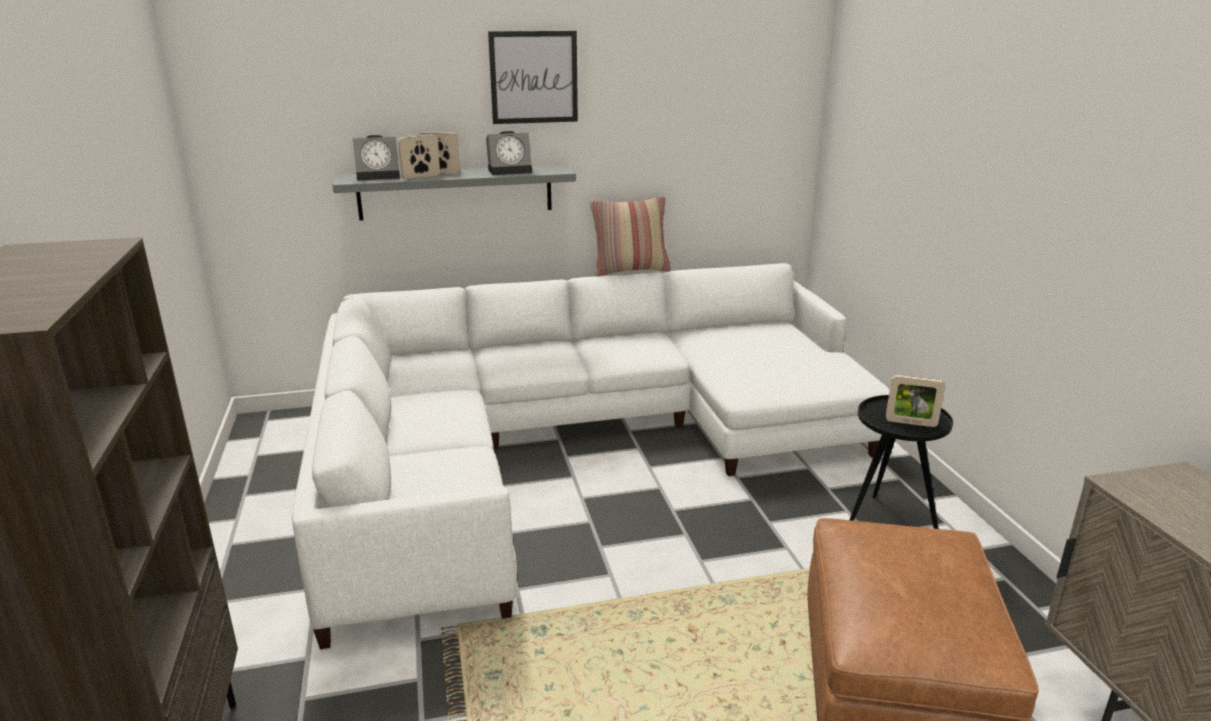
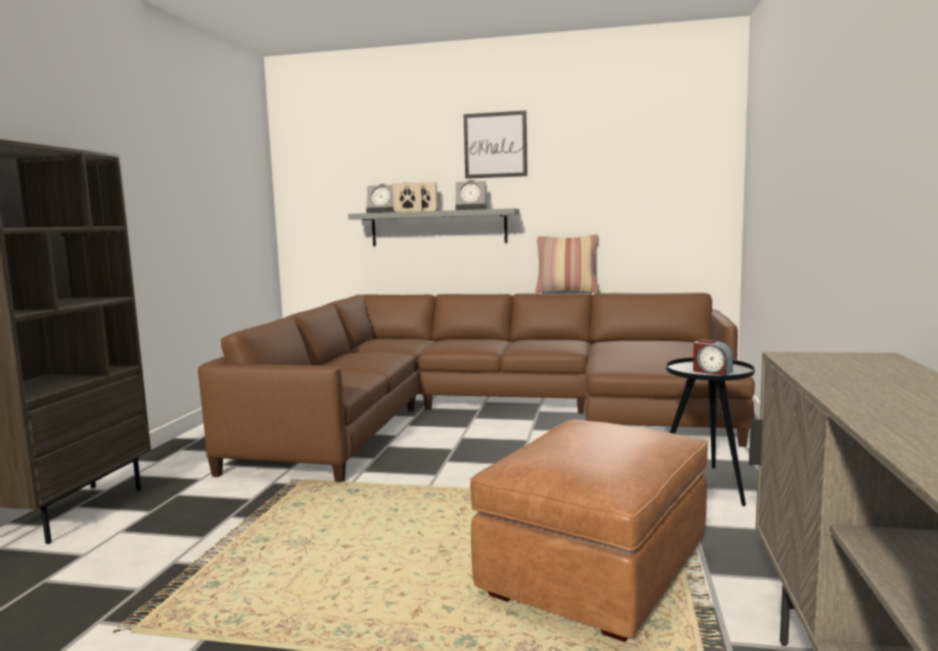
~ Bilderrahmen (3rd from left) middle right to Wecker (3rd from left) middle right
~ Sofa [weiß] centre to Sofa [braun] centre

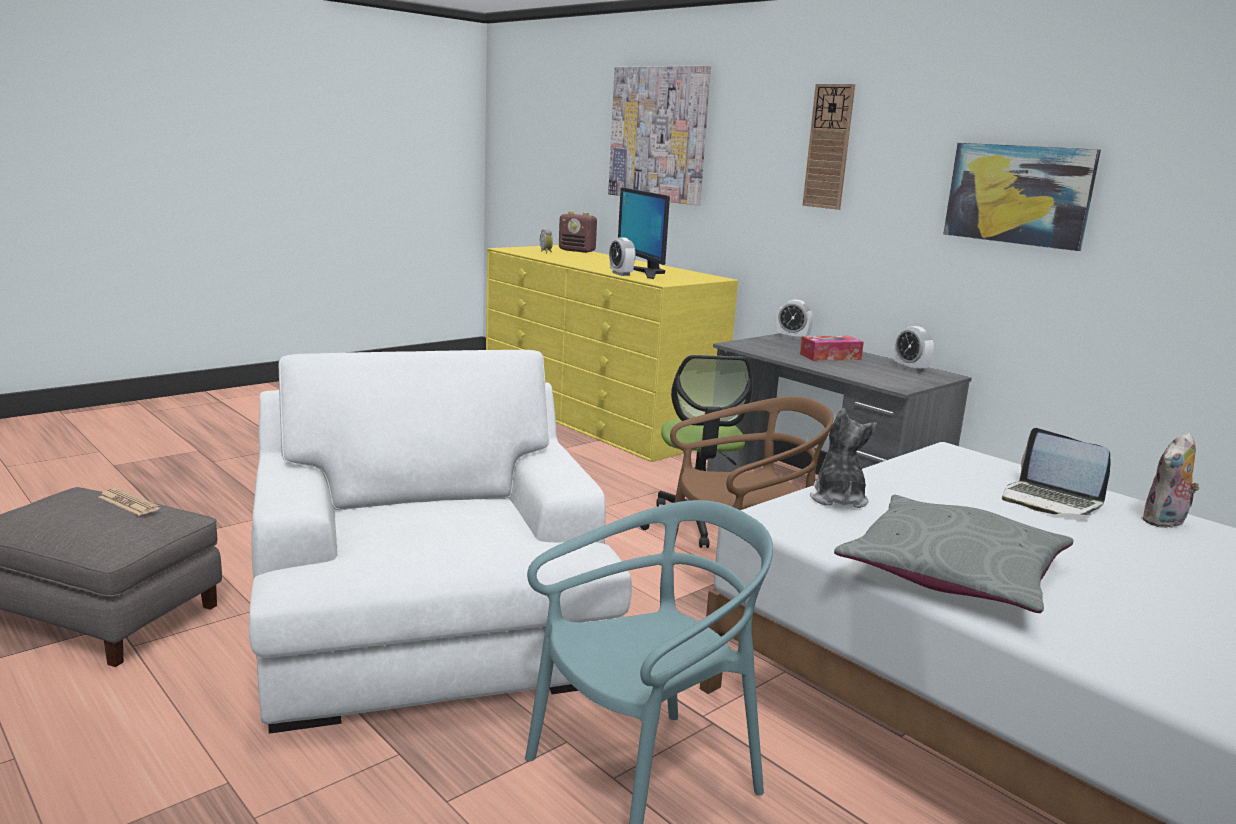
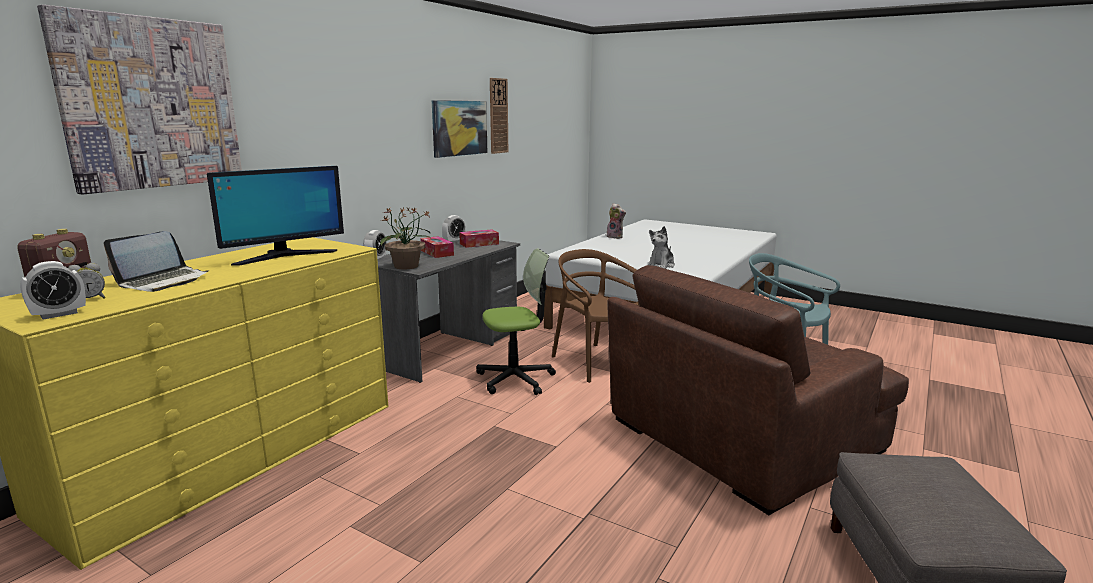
- Zeitung middle left
- Kissen [grau] bottom right
+ Topfpflanze centre
+ Taschentuchbox (2nd from left) centre
~ Wecker (2nd from left in the first image) top centre to Wecker (1st from left) middle left
~ Wanduhr top right to top centre
~ Laptop middle right to middle left
~ Sessel [weiß] centre to Sessel [braun] bottom right
~ Plüschtier (1st from left in the first image) middle right = centre 45 degrees counterclockwise

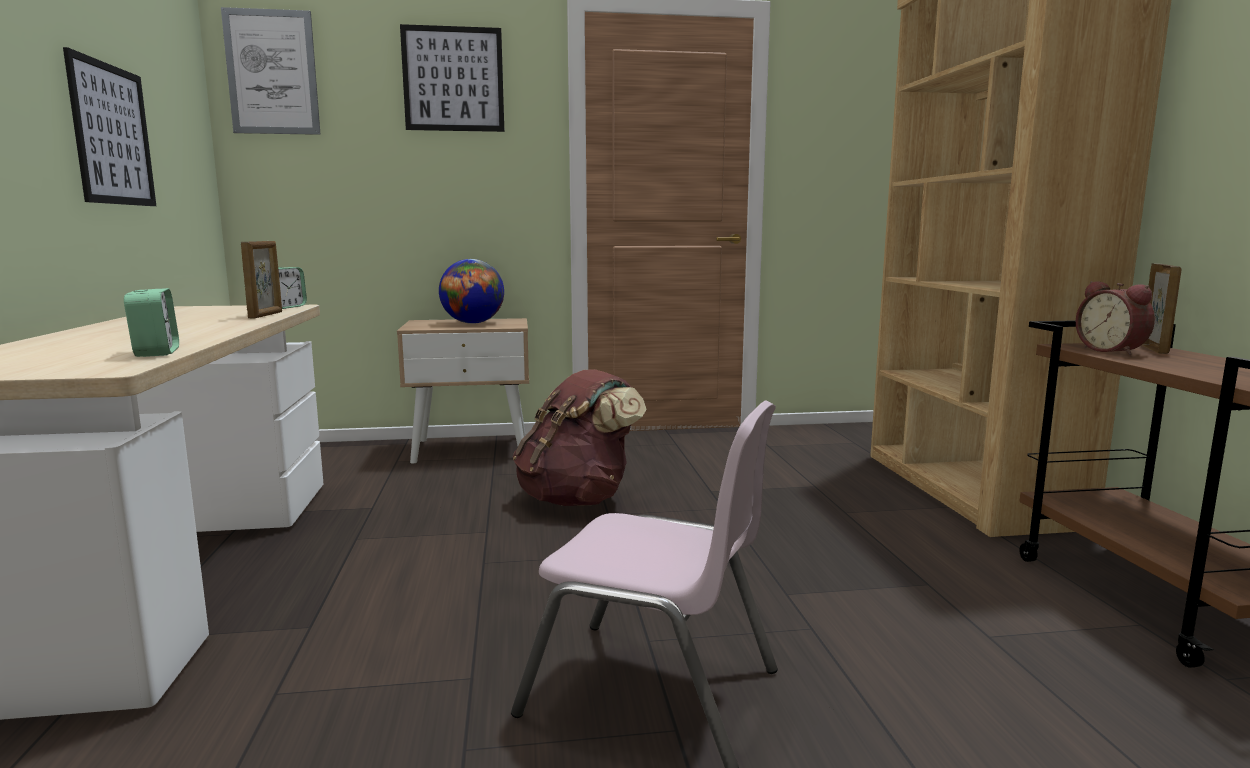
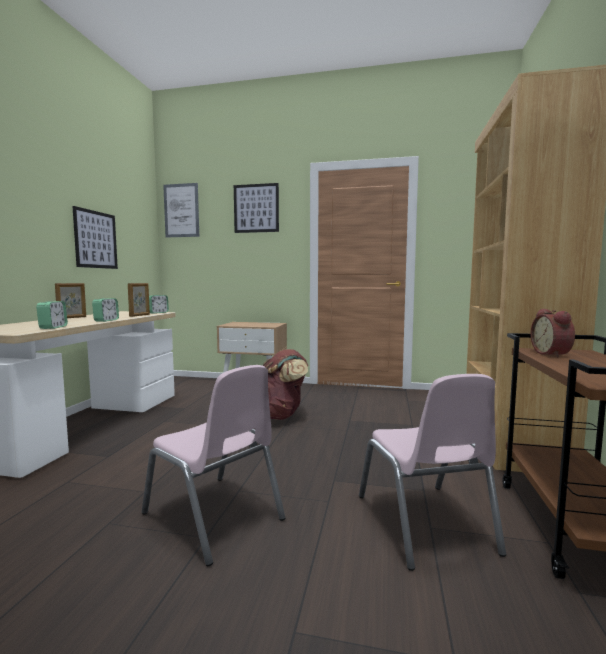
- Globus centre
+ Wecker (2nd from left) middle left
+ Stuhl [rosa] (2nd from left) bottom right
~ Bilderrahmen (2nd from left in the first image) middle right to Bilderrahmen (1st from left) middle left

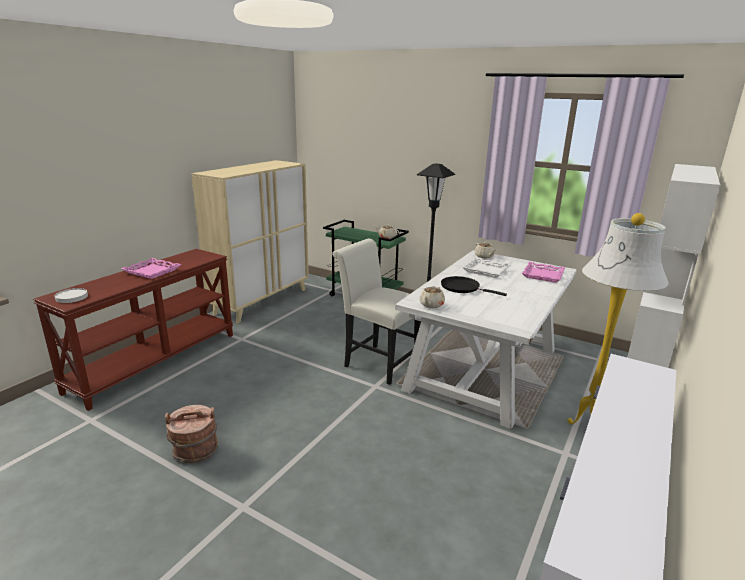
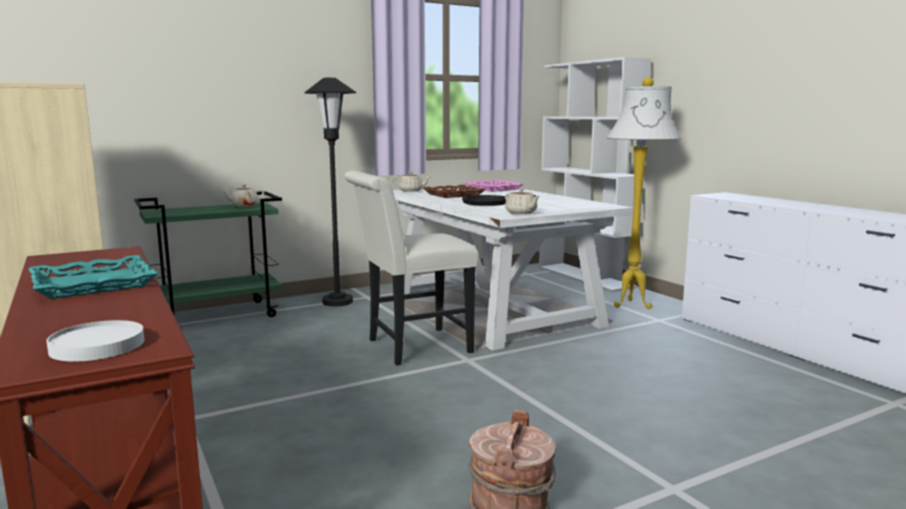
~ Tablett [rosa] (1st from left) middle left to Tablett [türkis] middle left
~ Tablett [weiß] centre to Tablett [braun] centre

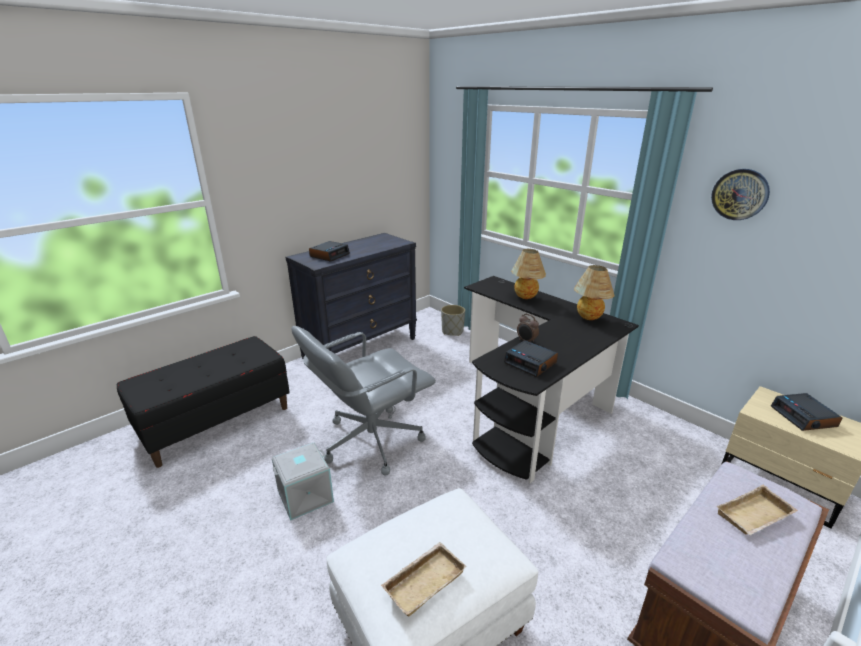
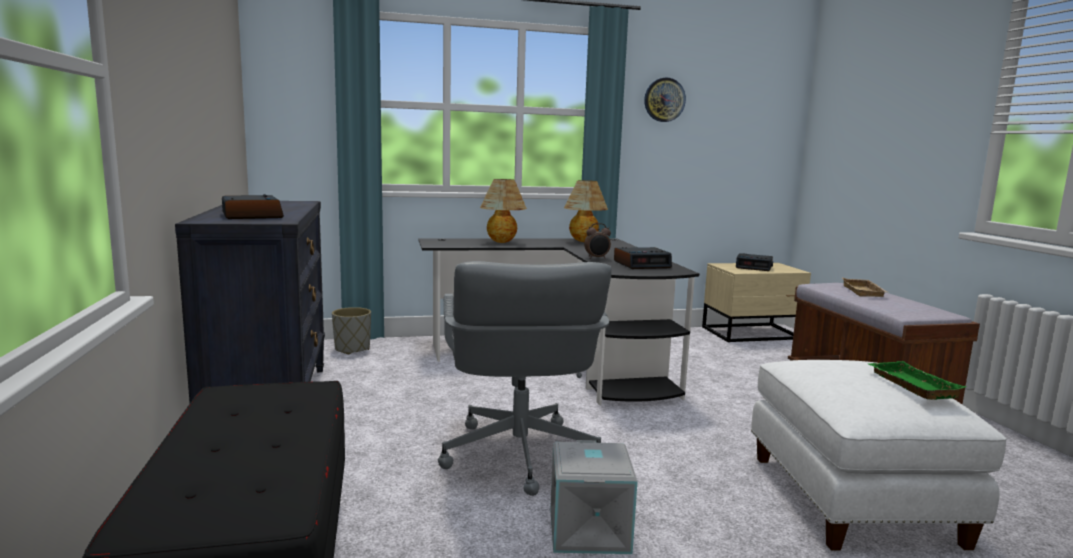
~ Tablett [beige] (1st from left) bottom centre to Tablett [grün] bottom right

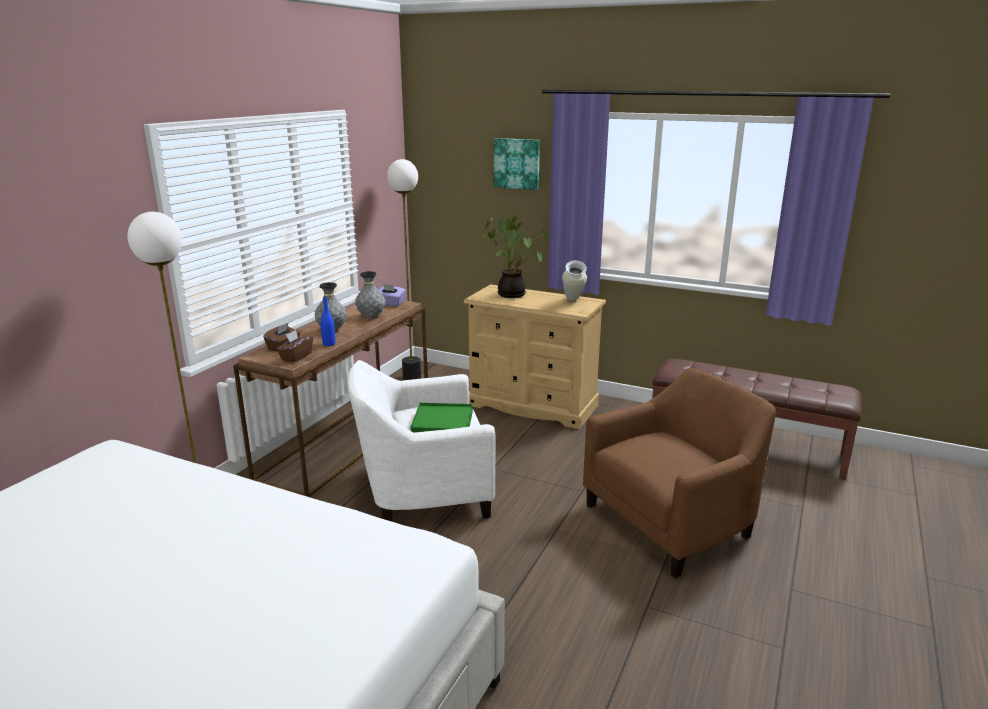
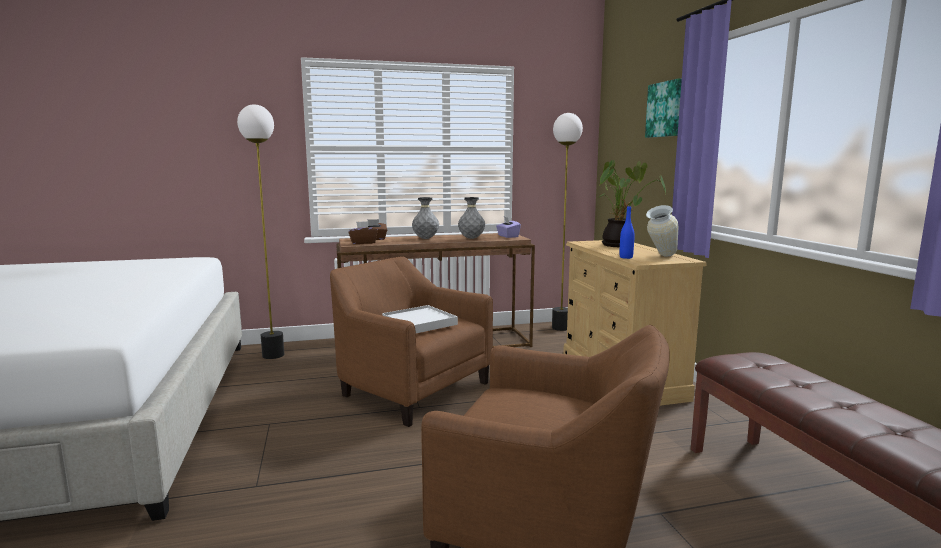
~ Flasche [blau] middle left to centre
~ Sessel [weiß] centre to Sessel [braun] (1st from left) centre
~ Tablett [grün] centre to Tablett [weiß] centre

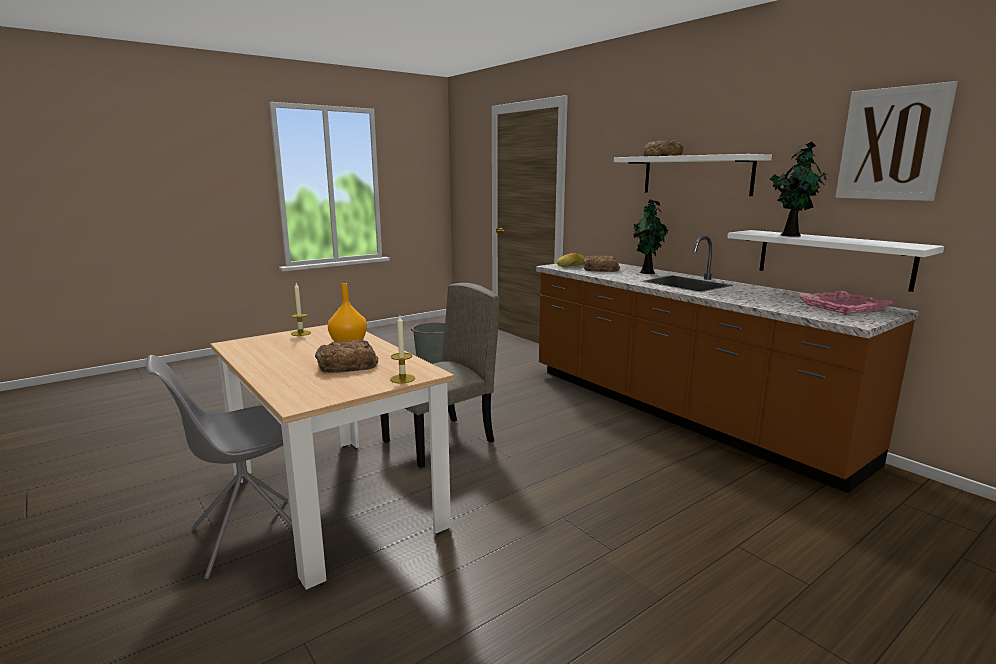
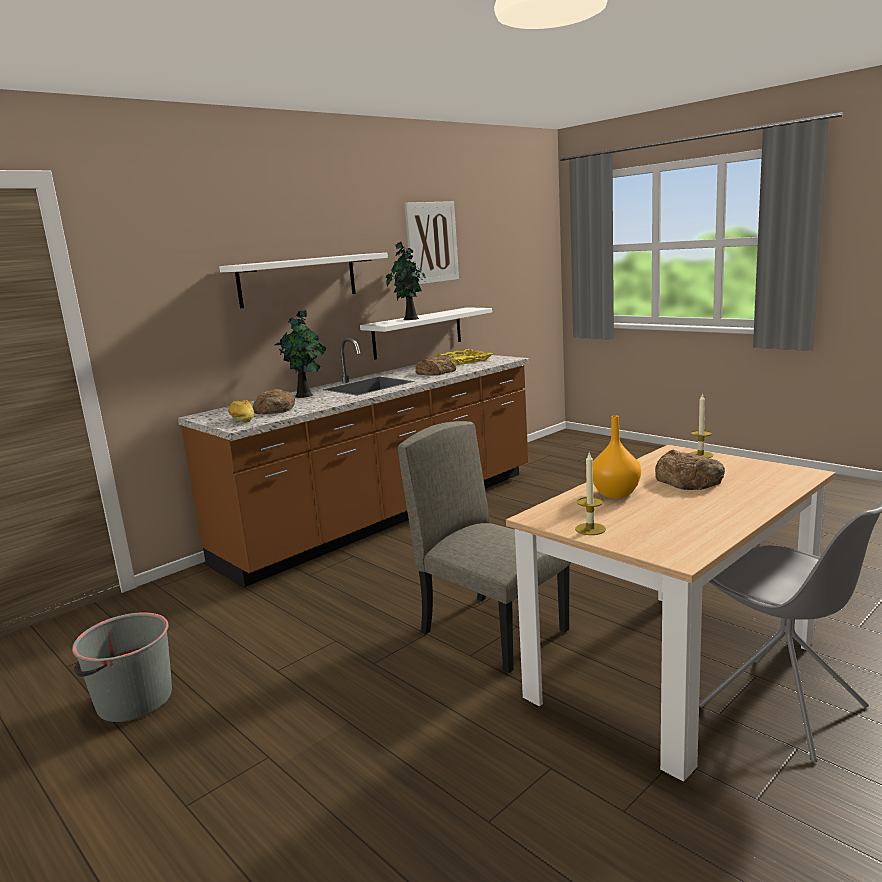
~ Brot (4th from left in the first image) top right to Brot (3rd from left) centre
~ Tablett [rosa] middle right to Tablett [gelb] centre

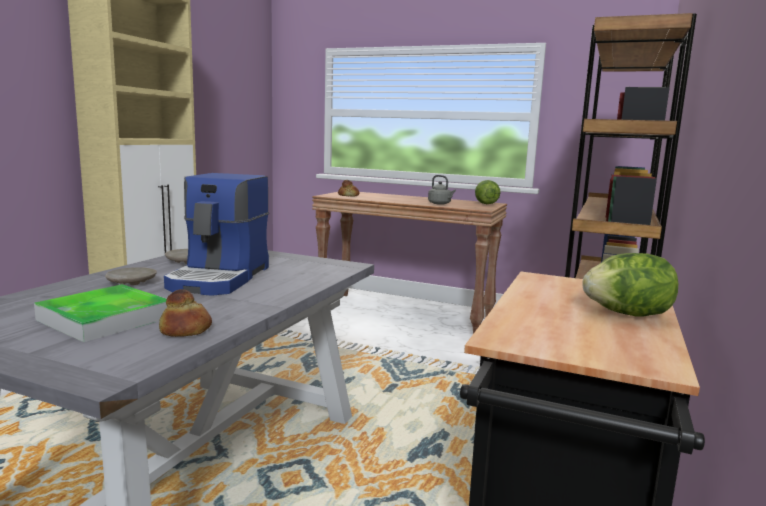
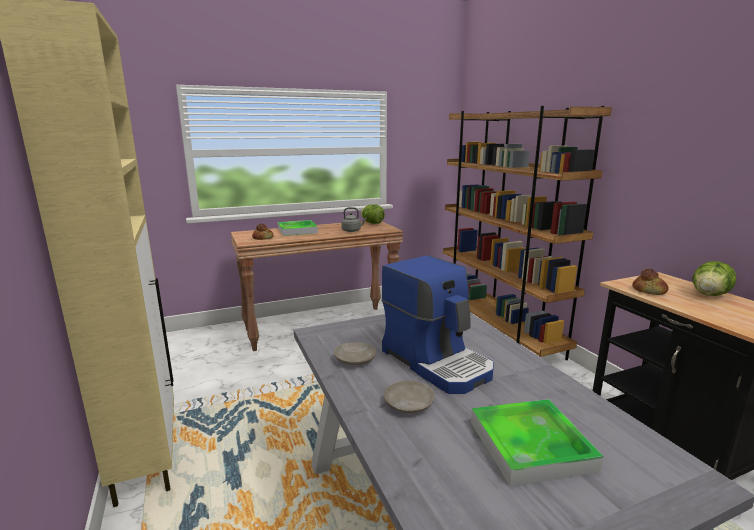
+ Tablett (1st from left) centre
~ Brot (1st from left in the first image) middle left to Brot (2nd from left) middle right

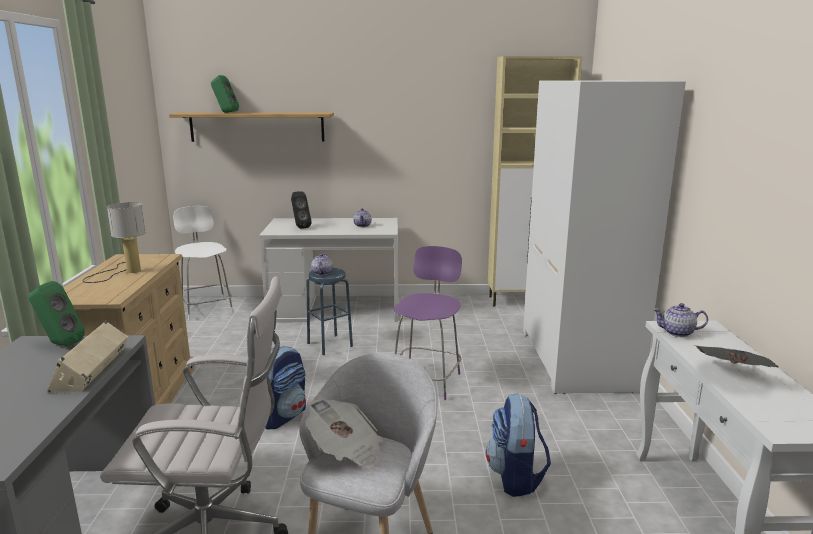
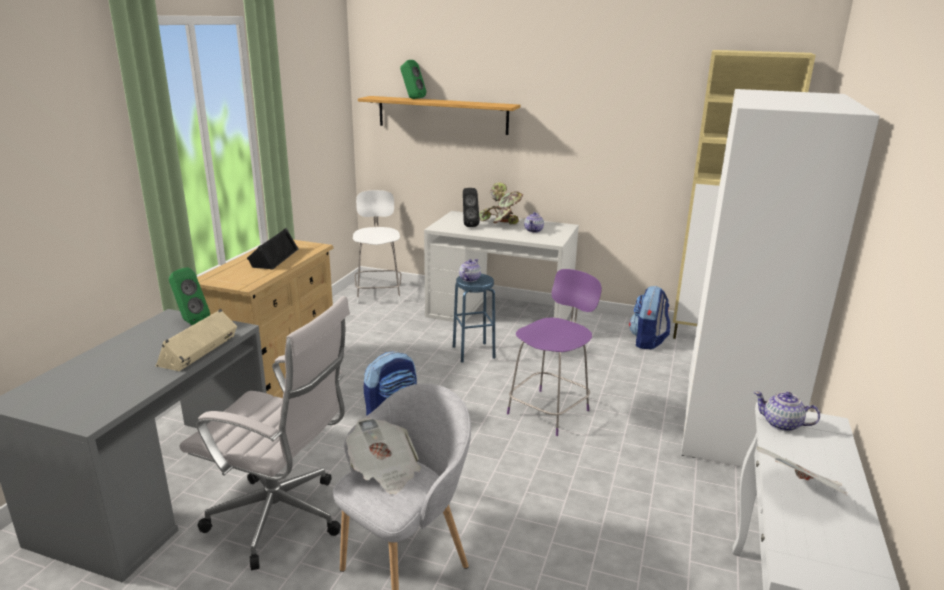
+ Topfpflanze centre
~ Rucksack (2nd from left) bottom centre to middle right
~ Tischlampe middle left to Lautsprecher [schwarz] (1st from left) middle left

